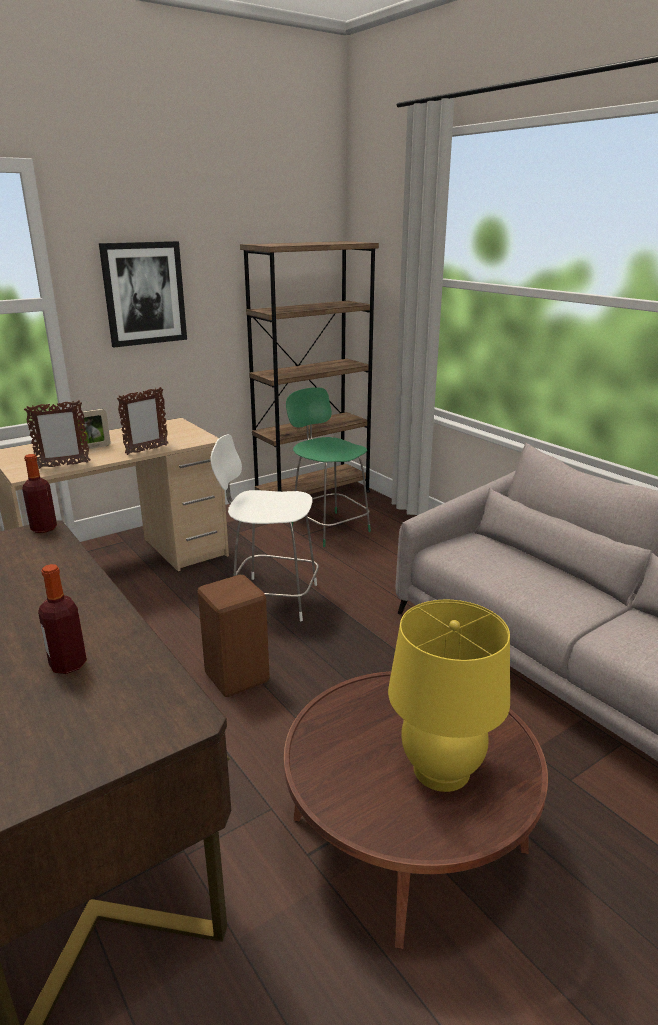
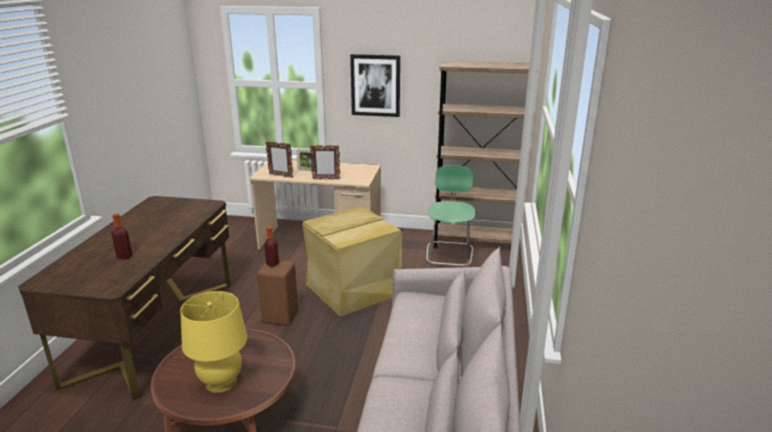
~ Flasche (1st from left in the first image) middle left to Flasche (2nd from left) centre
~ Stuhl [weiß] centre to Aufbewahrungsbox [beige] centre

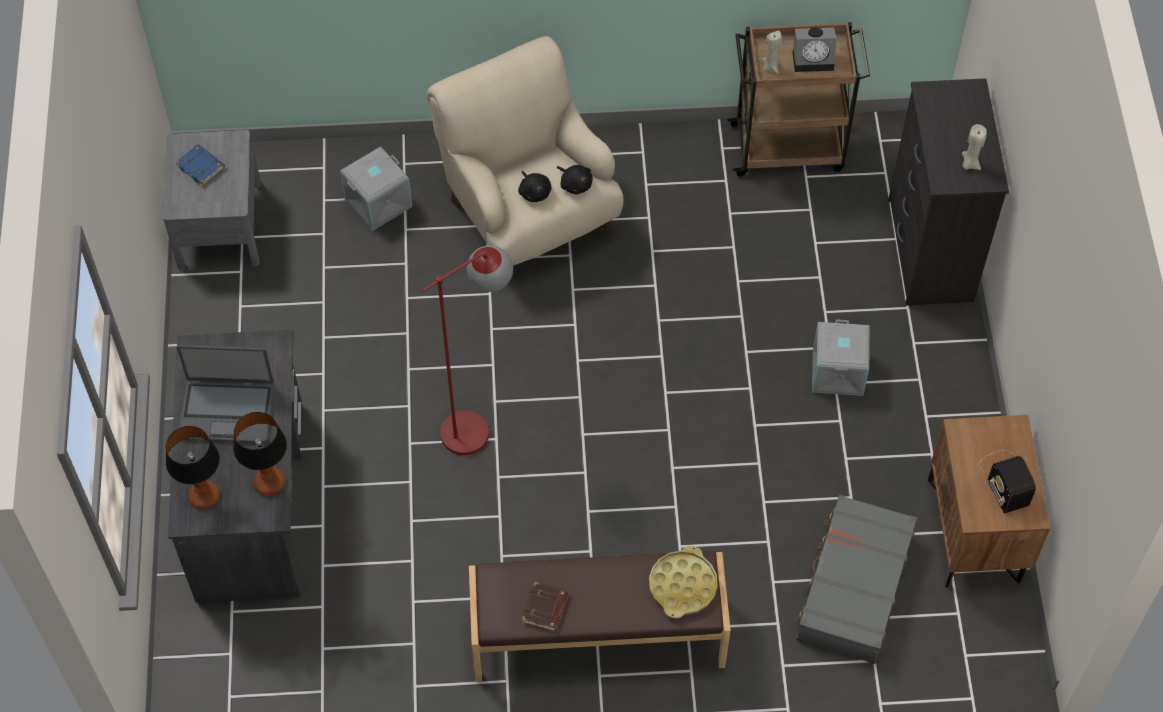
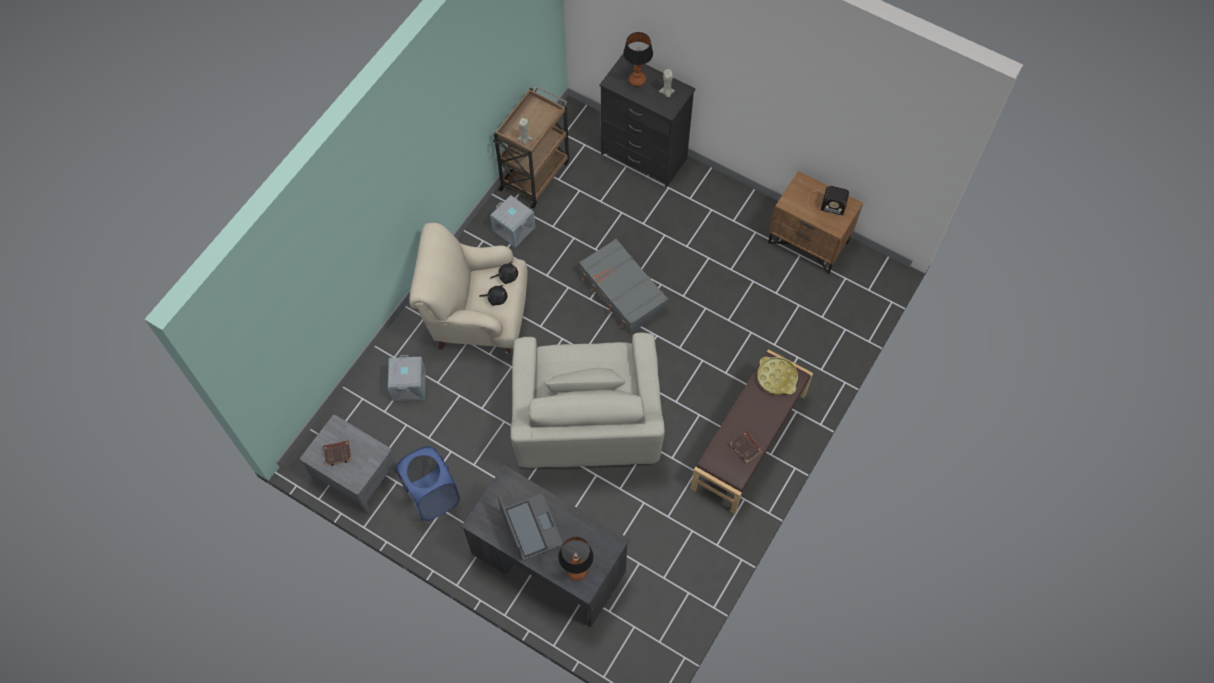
- Wecker top right
+ Wäschekorb [blau] bottom centre
~ Tischlampe (2nd from left) middle left to top centre
~ Koffer [grau] bottom right to centre
~ Aufbewahrungsbox [grau] (2nd from left) middle right to top centre
~ Stehlampe [rot] centre to Sessel [beige] (2nd from left) centre
~ Buch [blau] top left to Buch [braun] (1st from left) middle left
~ Laptop middle left = bottom centre 60 degrees counterclockwise

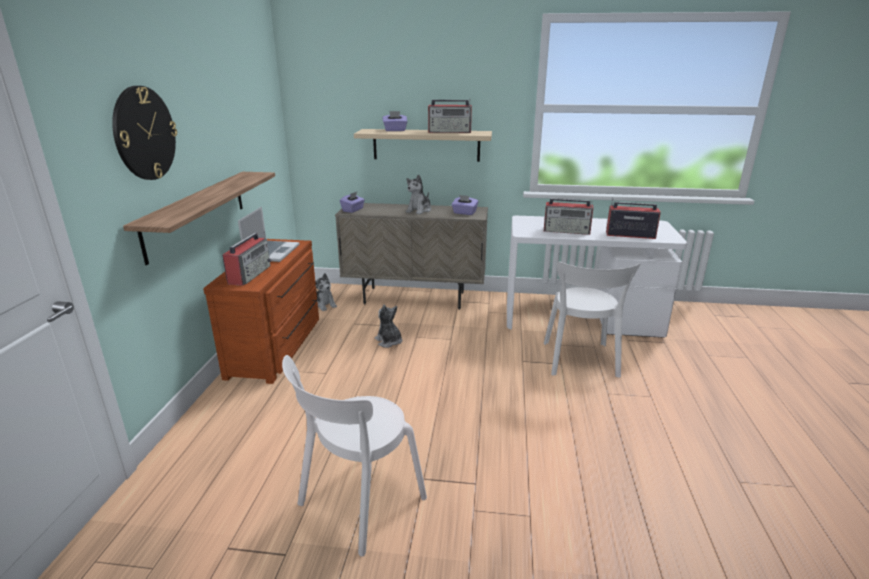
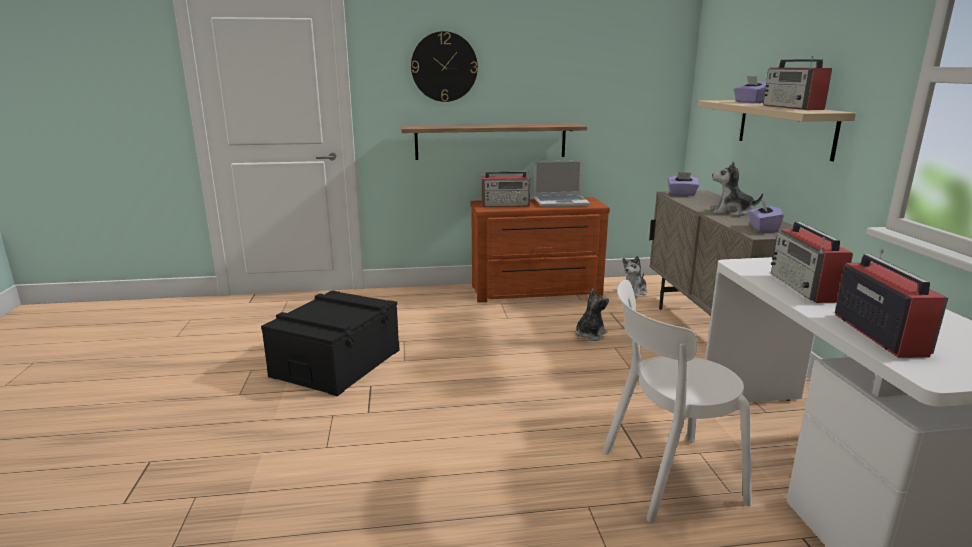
~ Stuhl [weiß] (1st from left) bottom centre to Aufbewahrungsbox [schwarz] centre

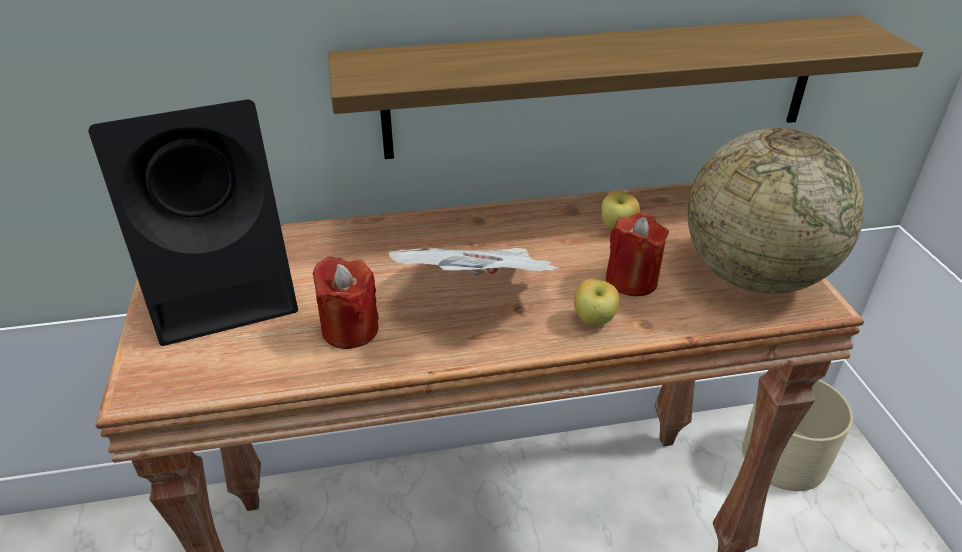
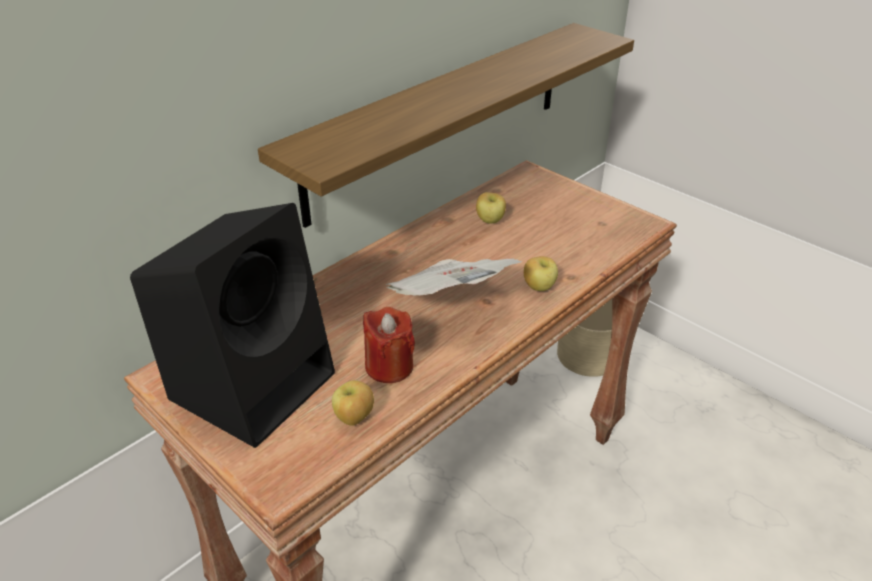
- Kerze [rot] (2nd from left) centre
- Globus middle right
+ Apfel (1st from left) bottom centre

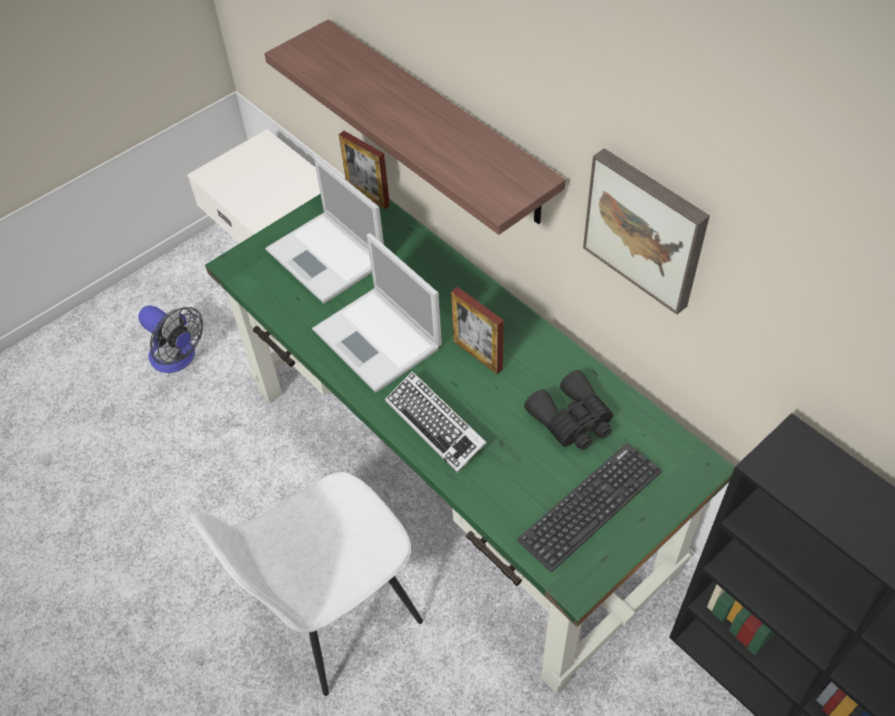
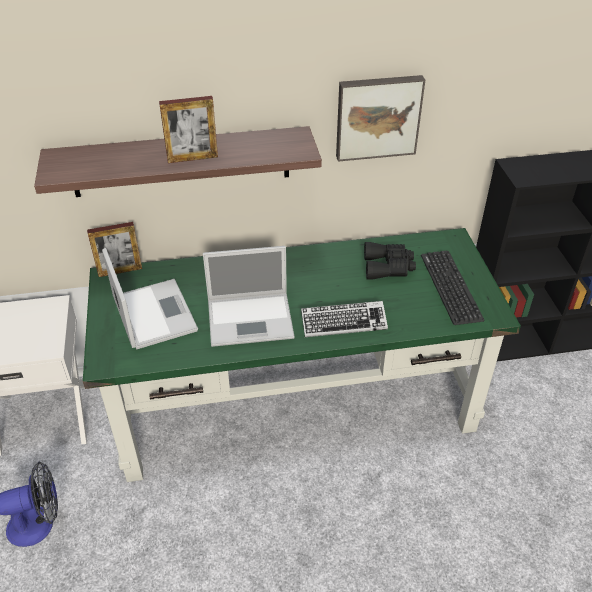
- Stuhl [weiß] bottom centre
~ Bilderrahmen (2nd from left) centre to top left
~ Laptop (1st from left) top centre = middle left 105 degrees counterclockwise

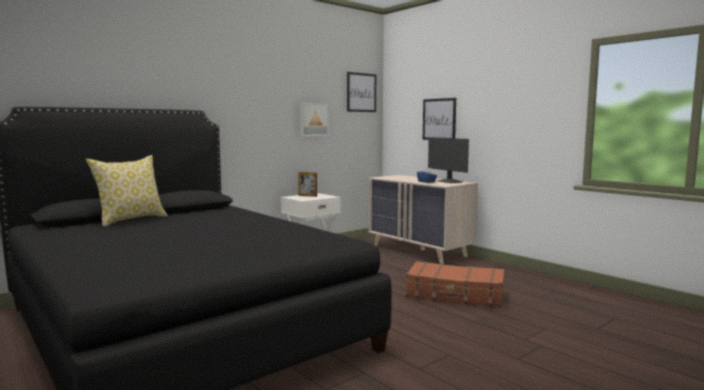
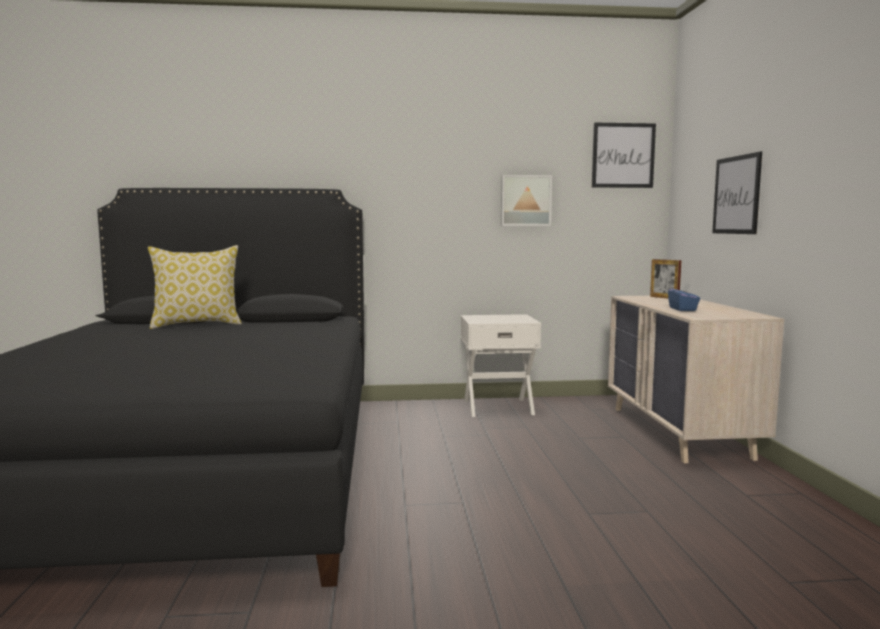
- Koffer [braun] bottom centre
- Monitor centre
~ Bilderrahmen centre to middle right

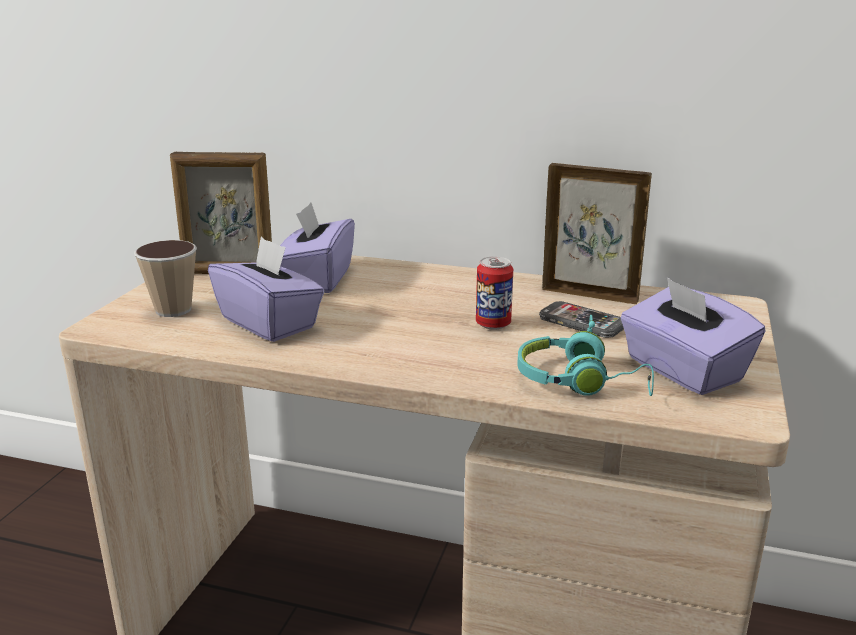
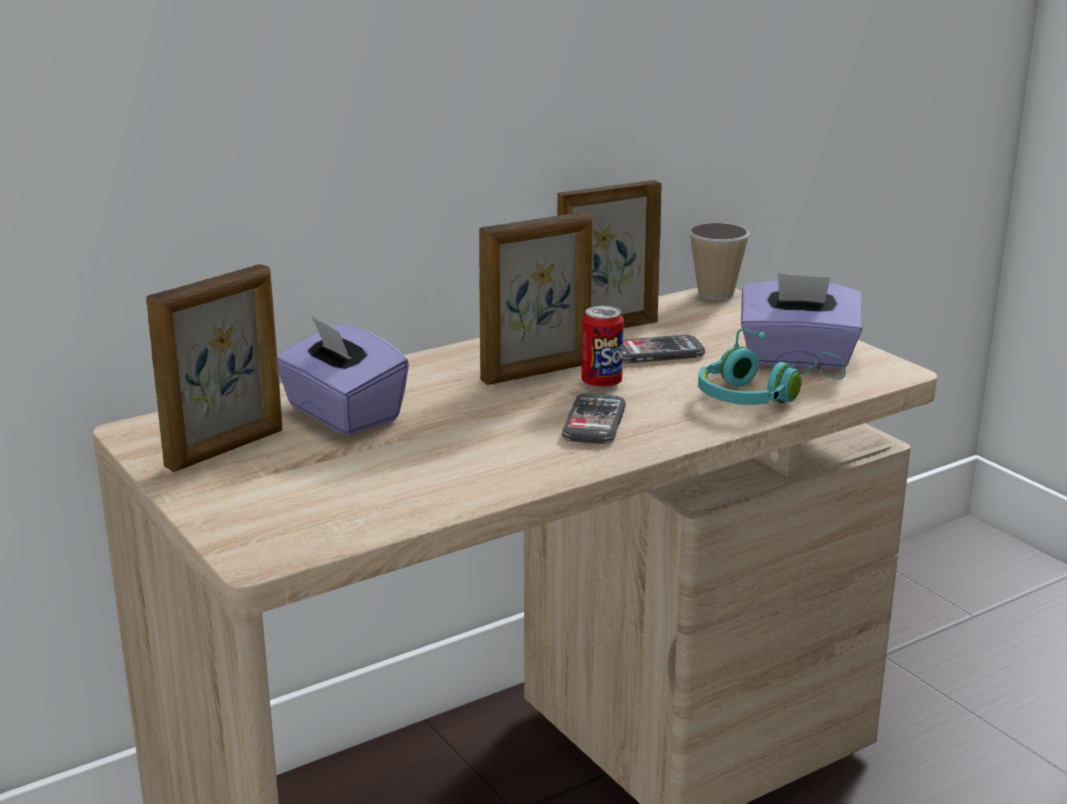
- Taschentuchbox [lila] (1st from left) middle left
+ Bilderrahmen (2nd from left) centre
+ Handy (1st from left) centre
~ Tasse middle left to top right

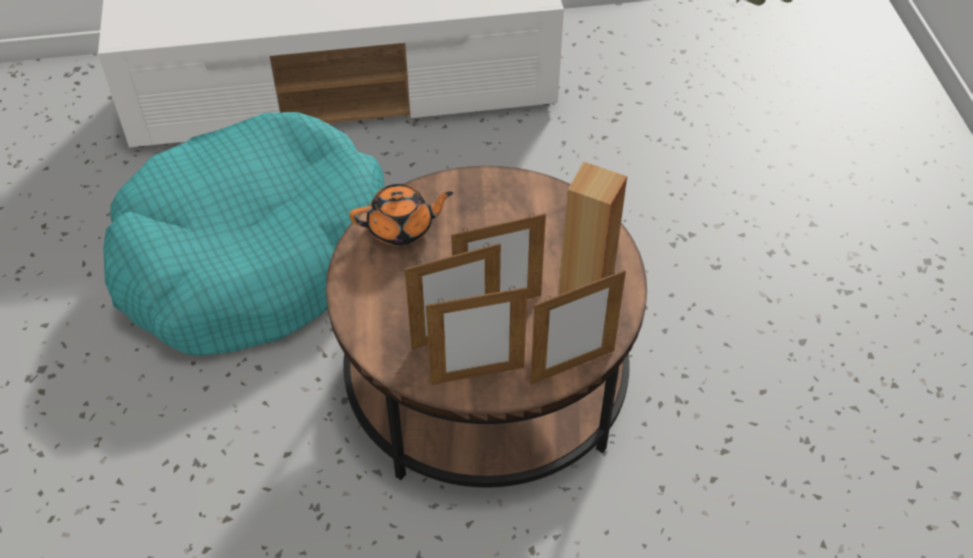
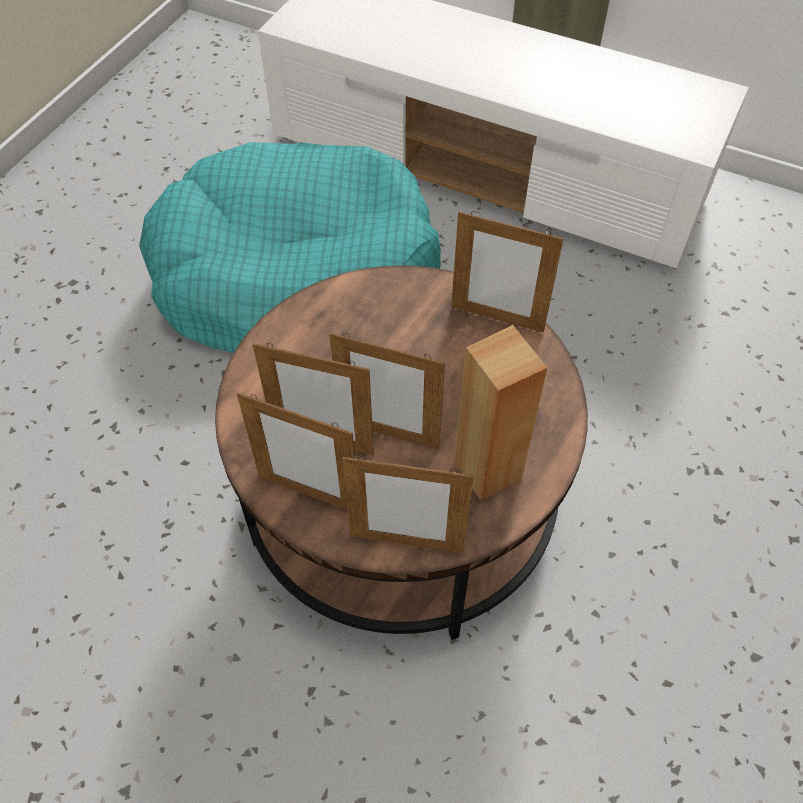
- Teekanne [orange] centre
+ Bilderrahmen (5th from left) centre

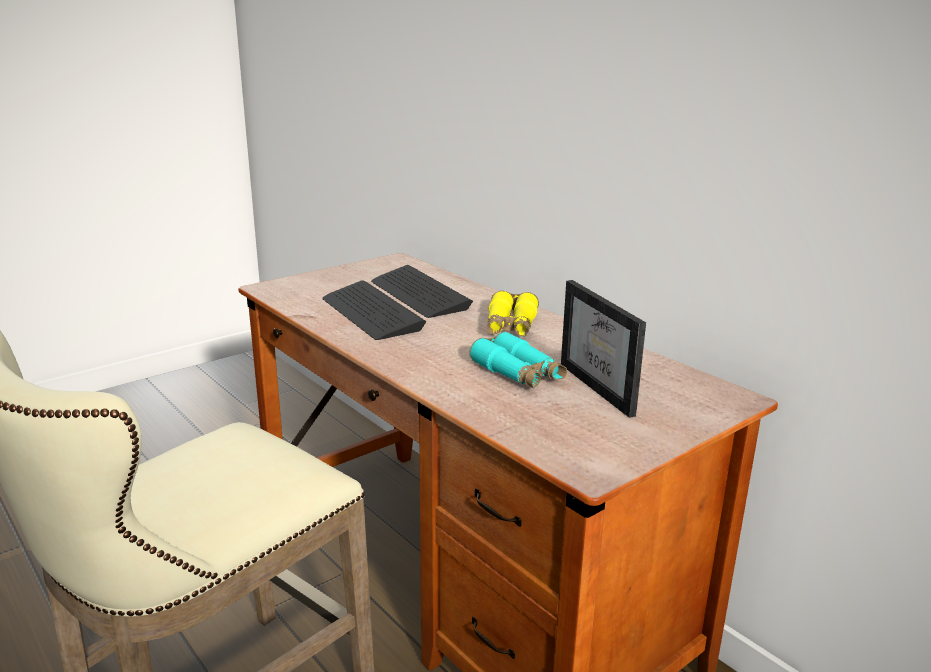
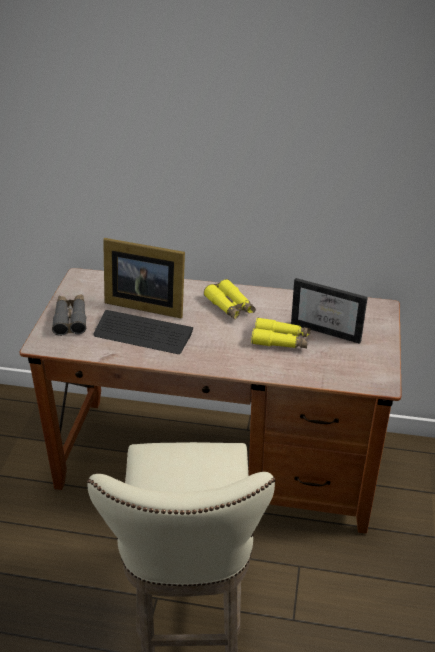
+ Fernglas [grau] middle left
~ Tastatur (2nd from left) centre to Bilderrahmen (1st from left) middle left
~ Fernglas [türkis] centre to Fernglas [gelb] (2nd from left) centre

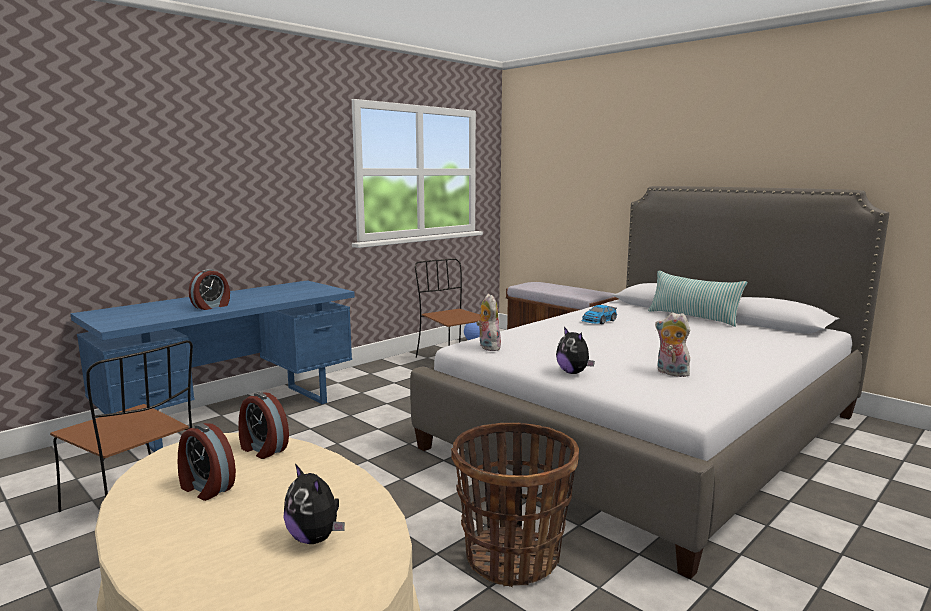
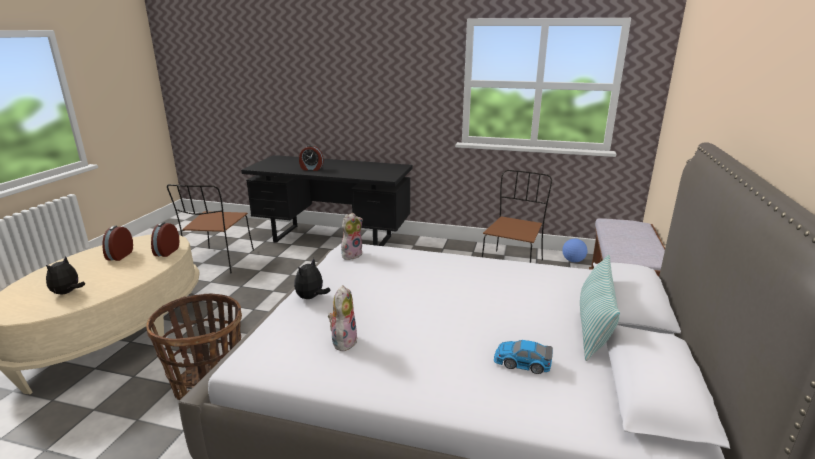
~ Spielzeugauto centre to bottom centre
~ Schreibtisch [blau] middle left to Schreibtisch [schwarz] centre

